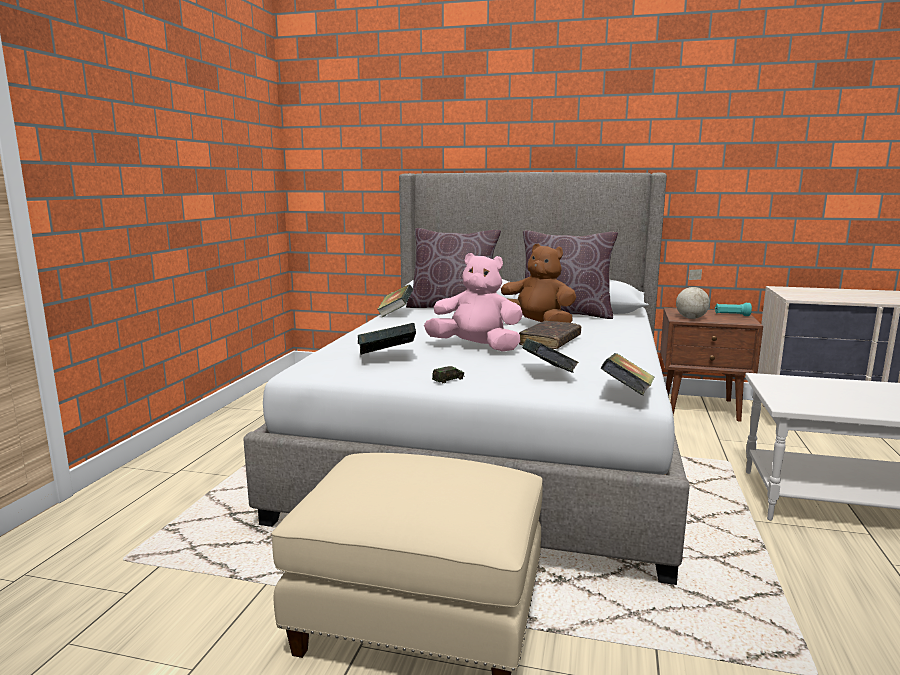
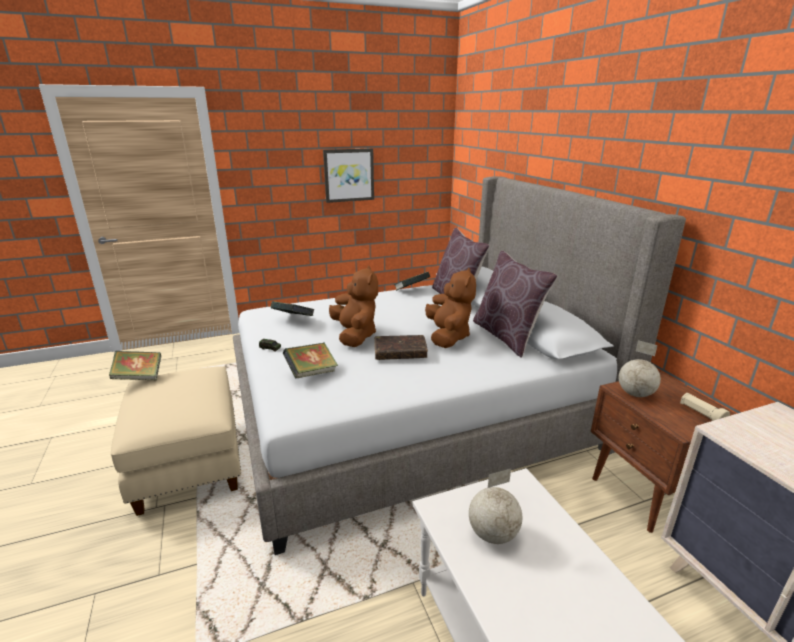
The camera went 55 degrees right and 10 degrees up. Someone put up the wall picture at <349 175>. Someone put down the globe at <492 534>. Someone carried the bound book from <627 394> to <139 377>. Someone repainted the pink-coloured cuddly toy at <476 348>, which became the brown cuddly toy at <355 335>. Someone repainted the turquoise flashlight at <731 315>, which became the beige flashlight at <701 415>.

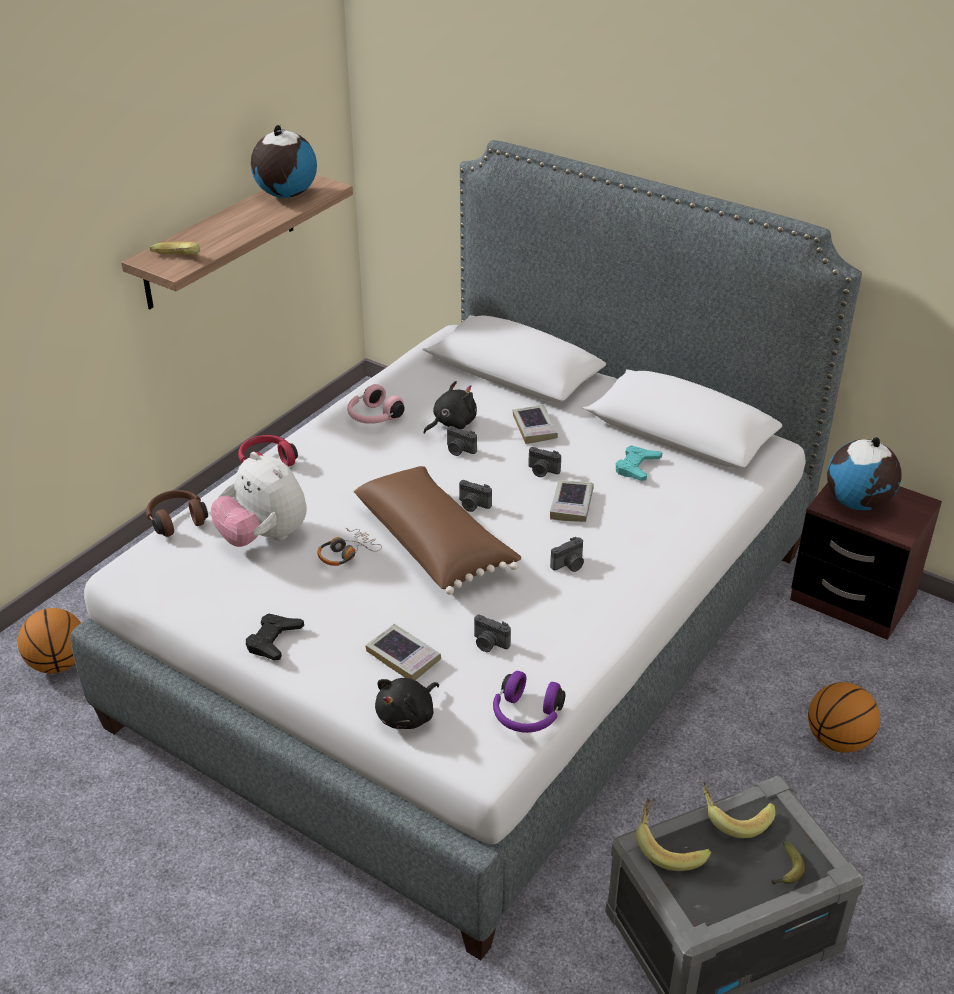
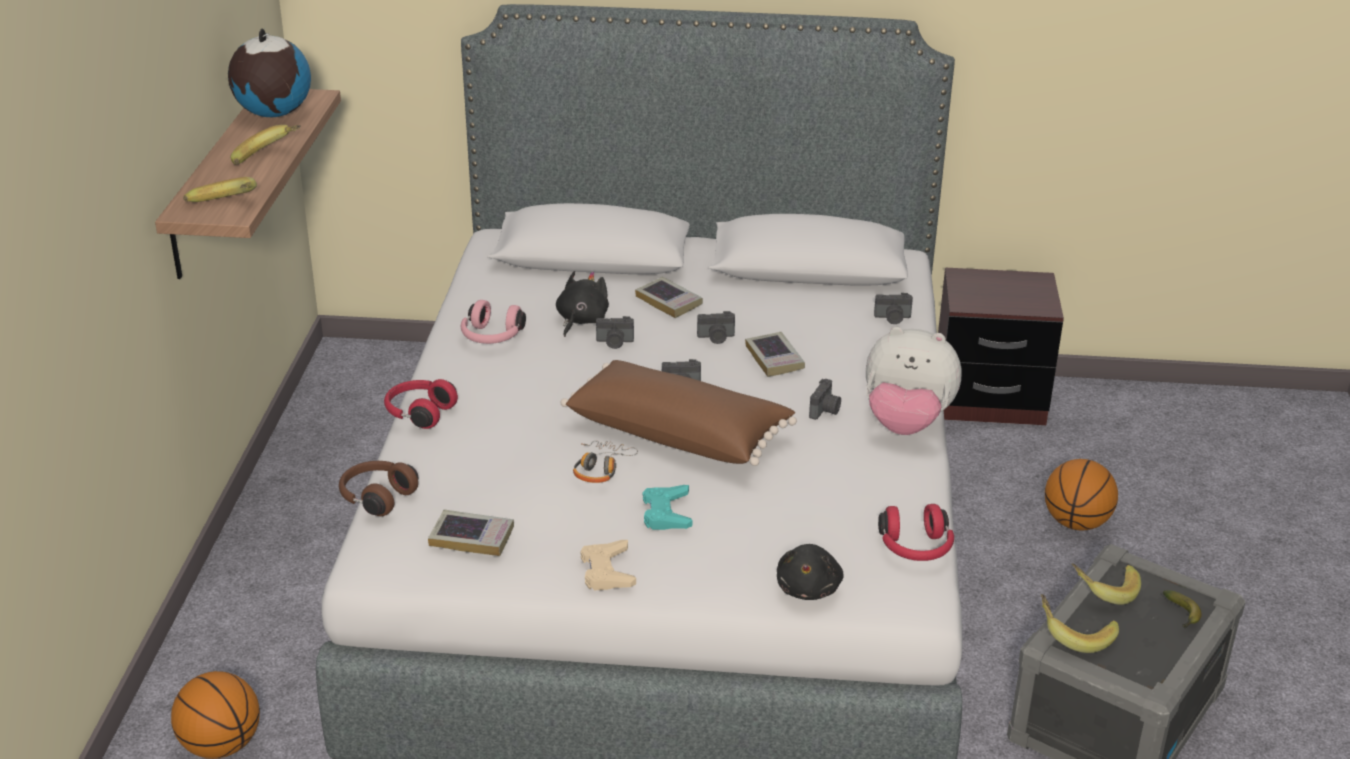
The camera went 30 degrees left and 5 degrees down. Someone took away the globe at <858 503>. Someone put down the banana at <269 159>. Someone carried the cuddly toy from <263 537> to <906 423>. Someone carried the bound book from <403 656> to <472 537>. Someone carried the still camera from <489 644> to <892 318>. Someone carried the turquoise joypad from <637 467> to <666 513>. Someone repainted the black-coloured joypad at <273 640>, which became the beige joypad at <607 571>. Someone repainted the purple-coloured headphones at <526 716>, which became the reddish headphones at <915 548>.

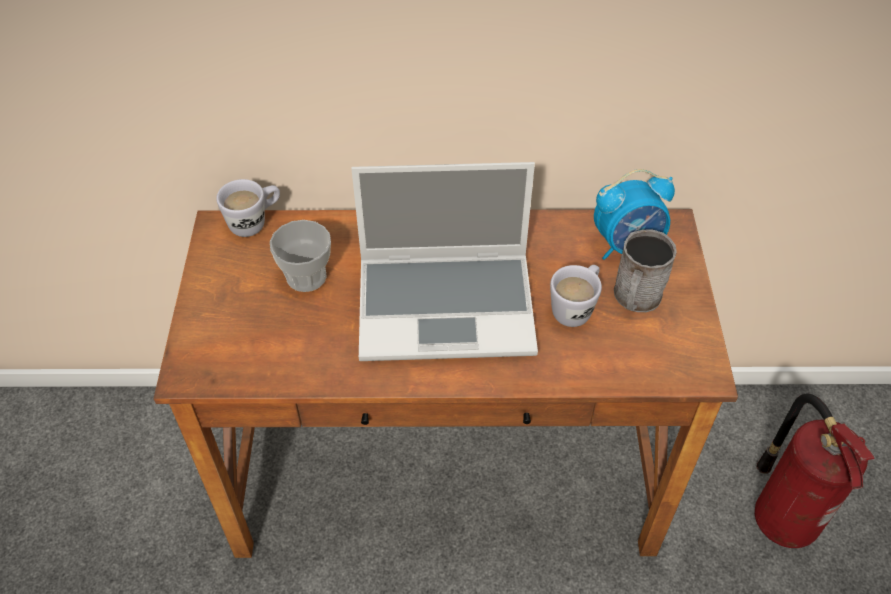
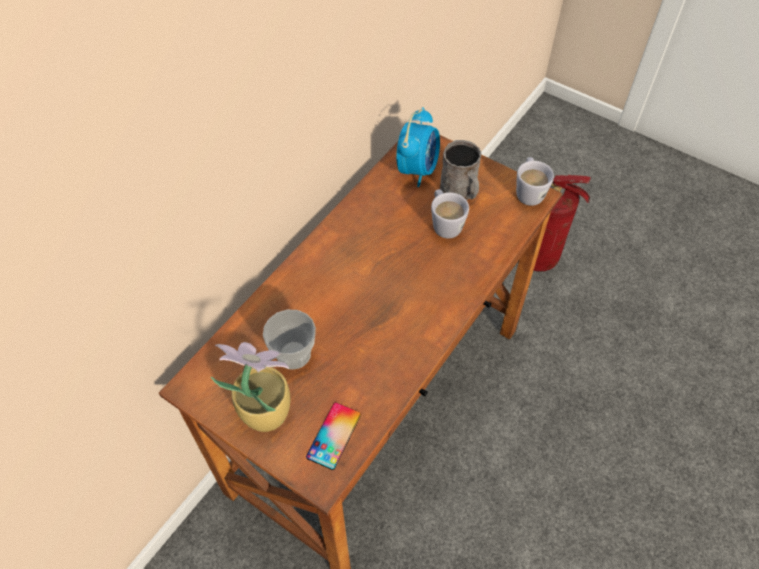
The camera went 55 degrees left and 5 degrees up. Someone took away the laptop at <448 306>. Someone put down the plant in a pot at <264 411>. Someone put down the telephone at <334 435>. Someone carried the white-coloured tea mug from <255 222> to <528 191>.

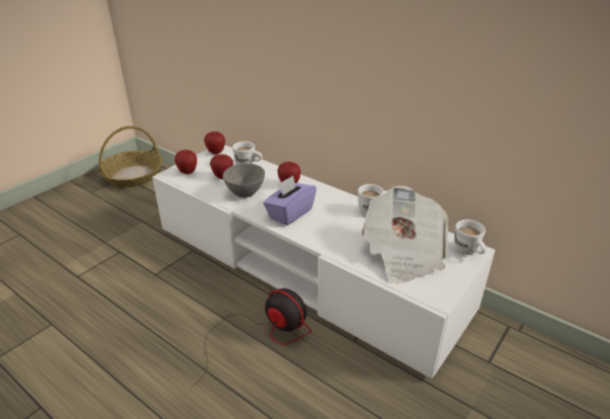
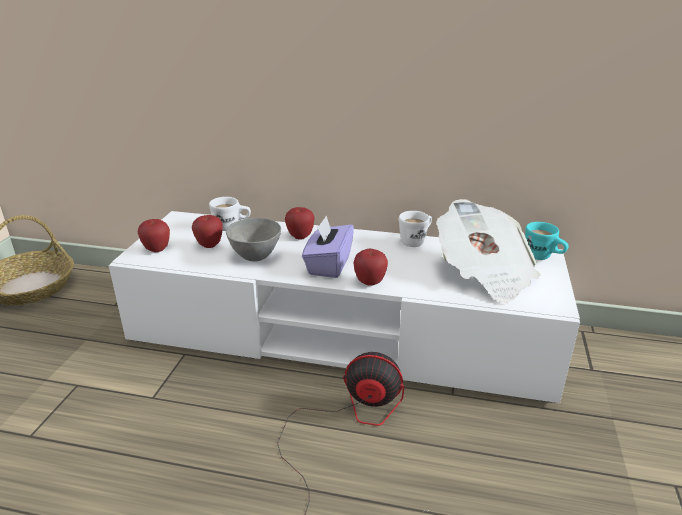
The camera went 25 degrees left and 5 degrees down. Someone carried the apple fruit from <216 153> to <370 283>. Someone repainted the white-coloured tea mug at <468 252>, which became the turquoise tea mug at <543 257>.

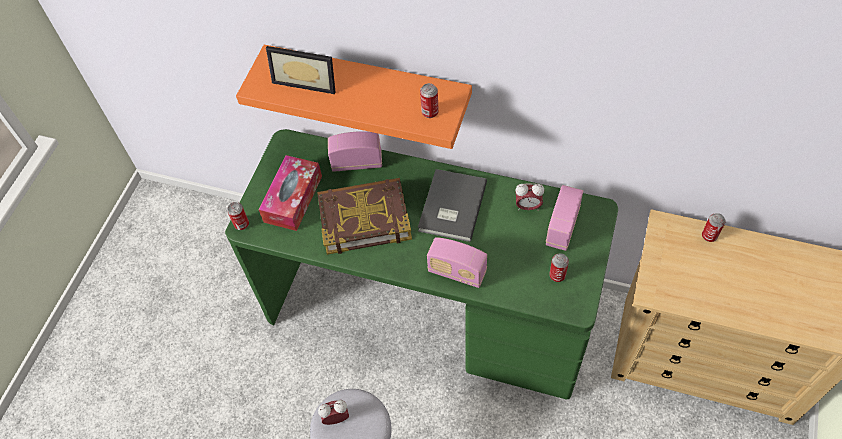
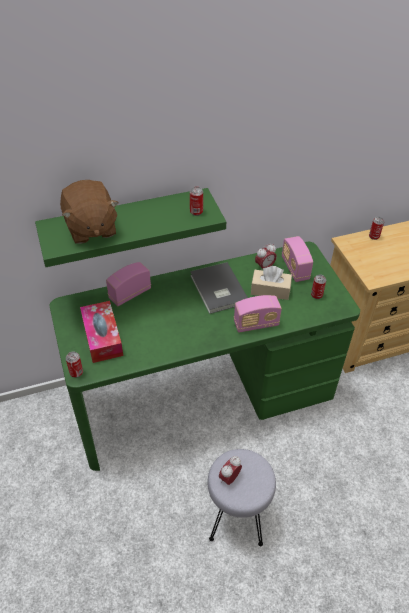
The camera went 40 degrees left and 10 degrees down. Someone took away the bound book at <364 218>. Someone put down the beige tissue box at <270 290>. Someone swapped the photo frame at <307 80> for the brown cuddly toy at <90 228>. Someone repainted the orange-coloured shelf at <368 86>, which became the green-coloured shelf at <126 224>.

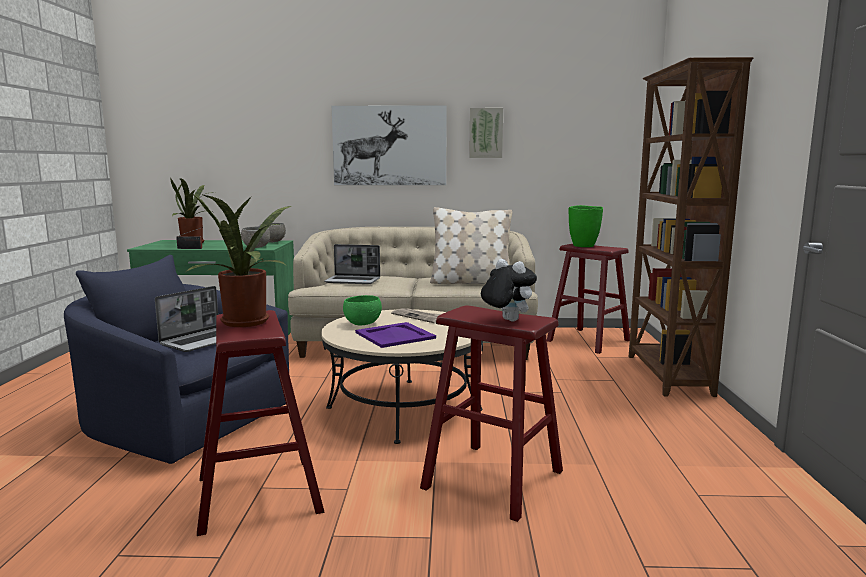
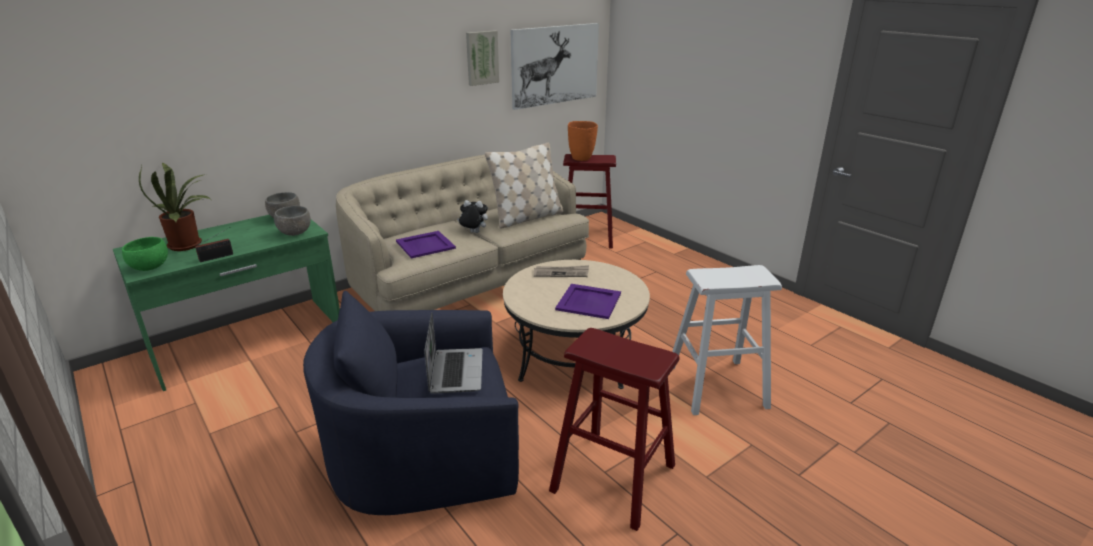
The camera went 40 degrees left and 15 degrees up. Someone took away the plant in a pot at <248 323>. Someone took away the brown shelving unit at <667 375>. Someone carried the wall picture from <389 145> to <555 65>. Someone carried the green-coloured deep dish from <362 324> to <150 267>. Someone carried the cuddly toy from <506 320> to <473 233>. Someone swapped the laptop at <353 281> for the purple-coloured tray at <425 244>. Someone repainted the reddish sitting stool at <493 479>, which became the white-coloured sitting stool at <716 386>. Someone repainted the green-coloured vase at <584 246>, which became the orange-coloured vase at <581 158>.

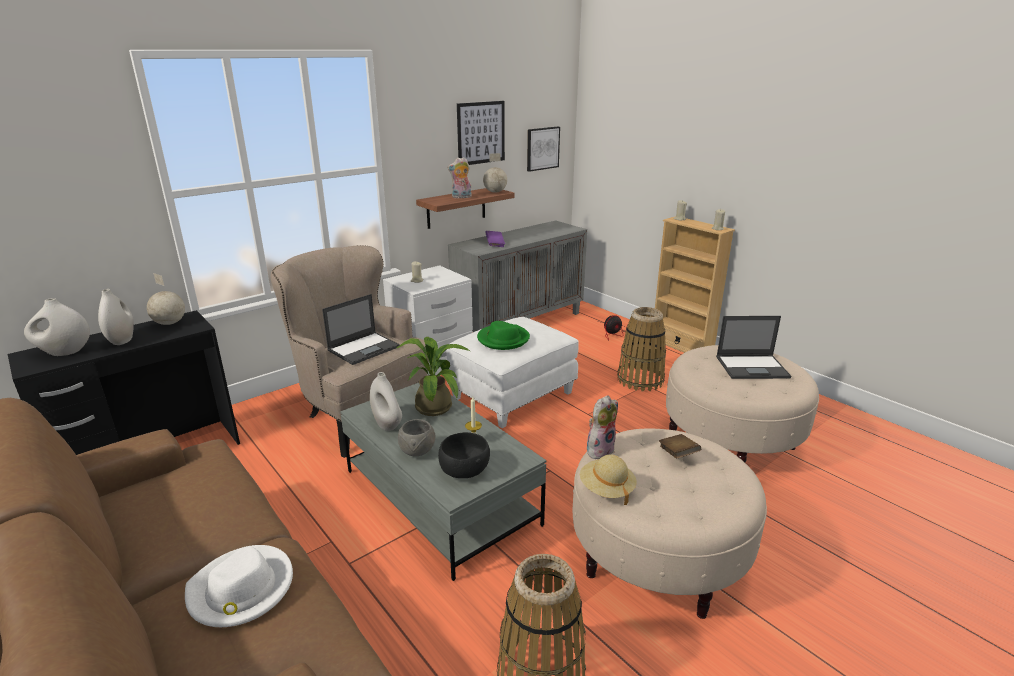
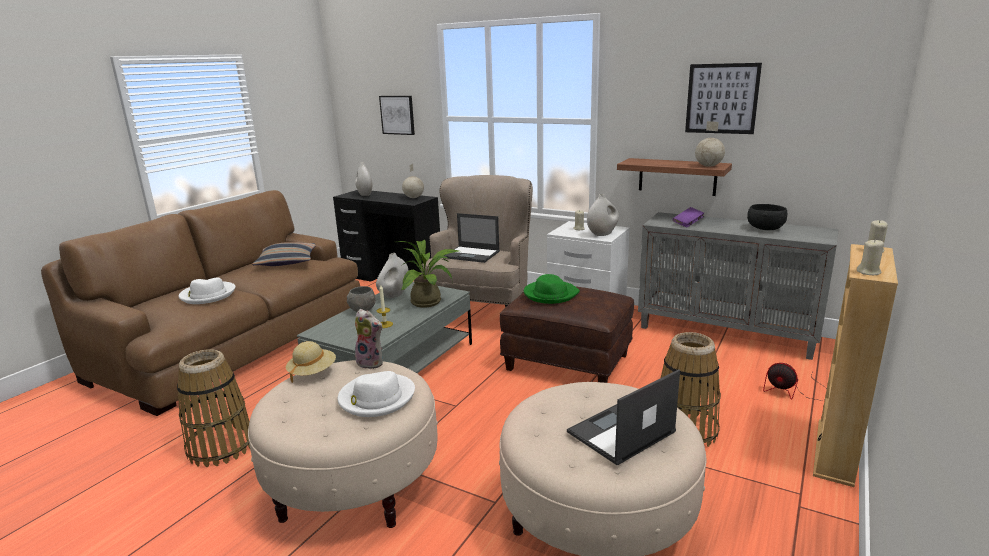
The camera went 70 degrees right and 5 degrees down. Someone took away the cuddly toy at <461 197>. Someone put down the cushion at <287 261>. Someone carried the white-coloured vase from <122 340> to <602 234>. Someone carried the black-coloured deep dish from <464 471> to <765 229>. Someone carried the wall picture from <542 148> to <397 115>. Someone swapped the brown bound book at <678 454> for the white-coloured clothing hat at <376 398>. Someone repainted the white-coloured pouffe at <512 396>, which became the brown pouffe at <566 362>. Someone rotated the laptop at <752 367> by 75 degrees clockwise.

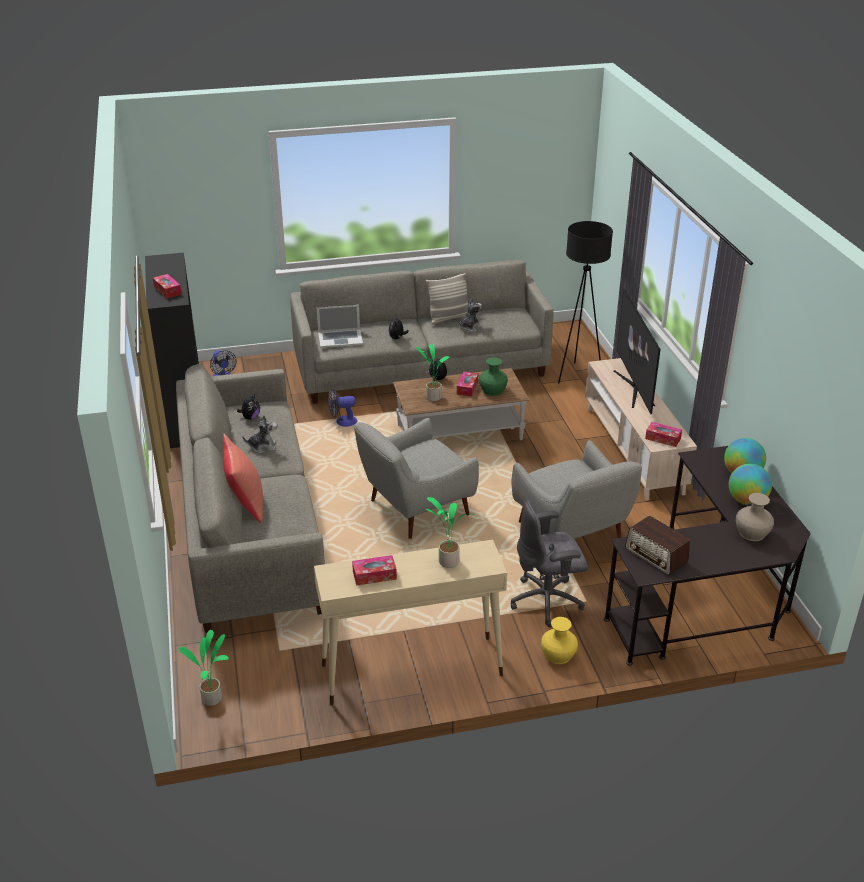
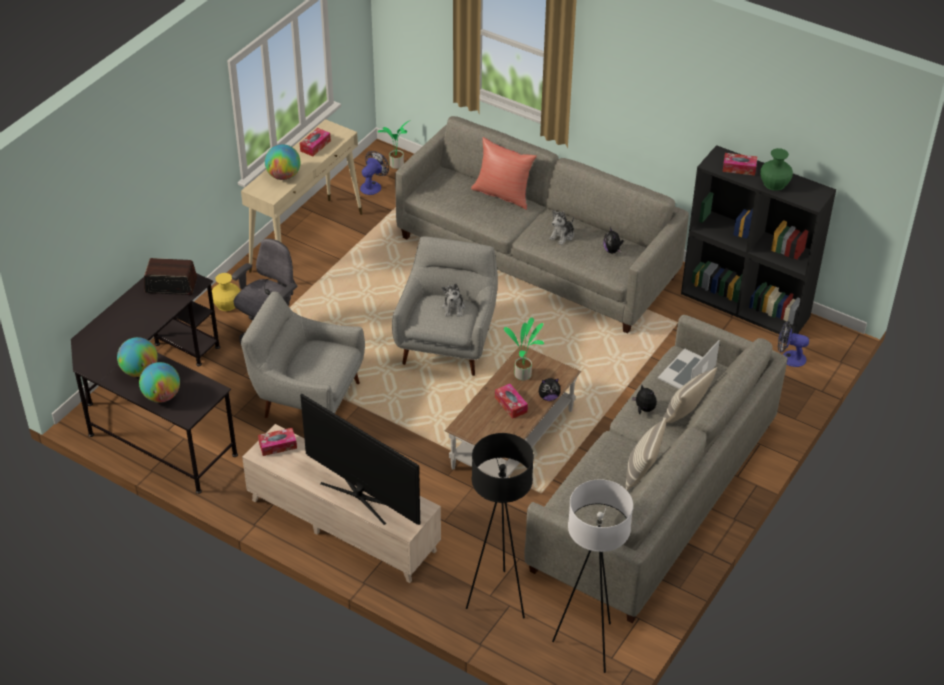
The camera went 135 degrees right and 10 degrees up. Someone took away the beige vase at <752 533>. Someone put down the white-coloured standing lamp at <588 645>. Someone put down the cushion at <685 414>. Someone carried the fan from <342 422> to <373 186>. Someone carried the cuddly toy from <469 327> to <453 308>. Someone carried the green-coloured vase from <492 390> to <774 183>. Someone swapped the plant in a pot at <447 562> for the globe at <283 176>.

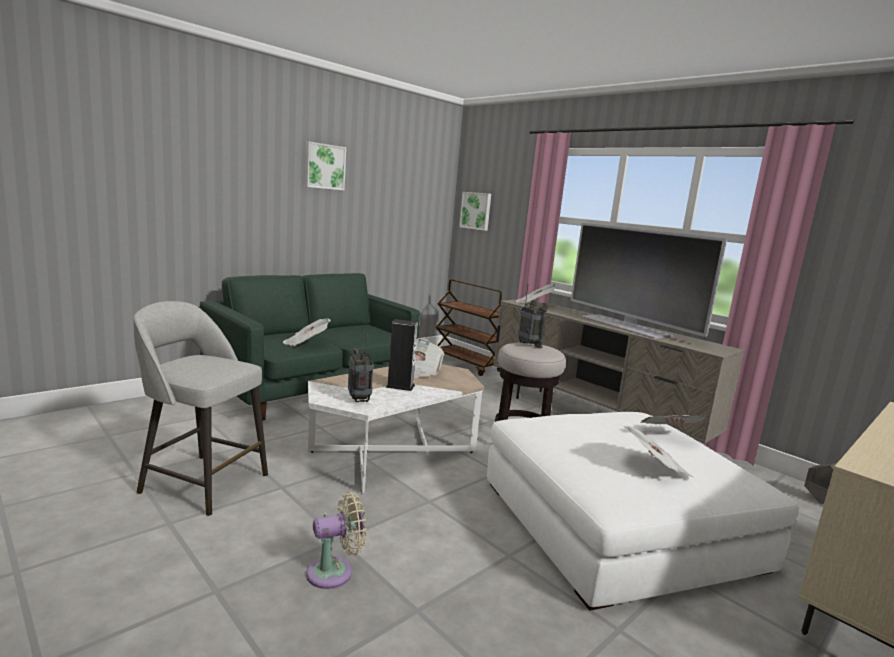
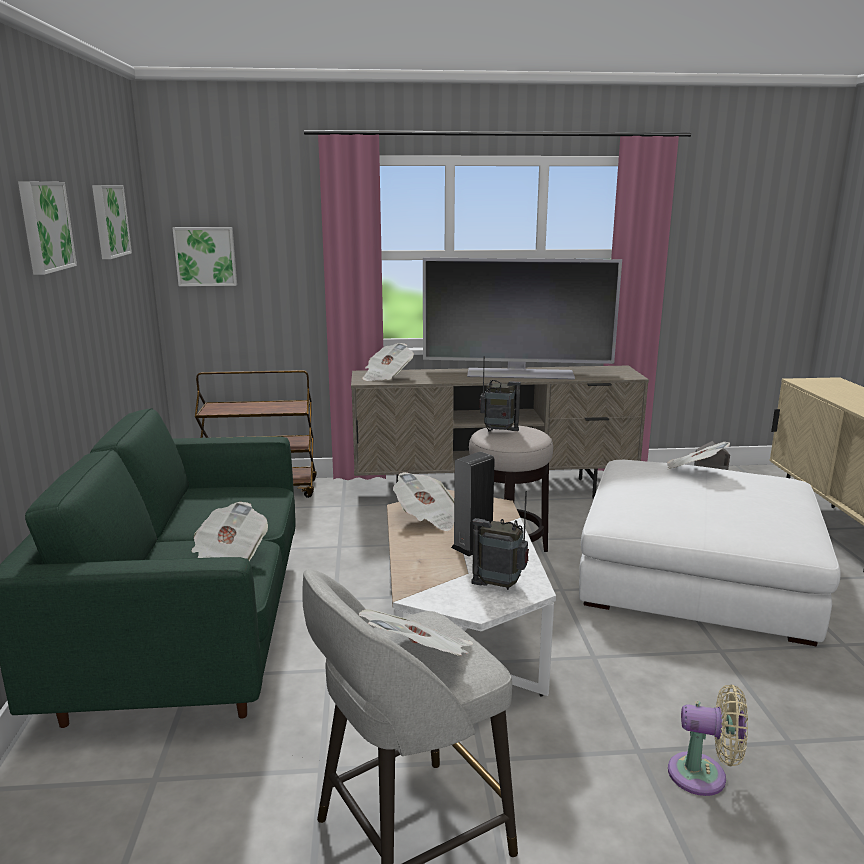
The camera went 50 degrees left and 5 degrees up. Someone put up the wall picture at <108 221>. Someone carried the newspaper from <654 468> to <420 659>. Someone rotated the beige fan at <335 572> by 90 degrees clockwise.

